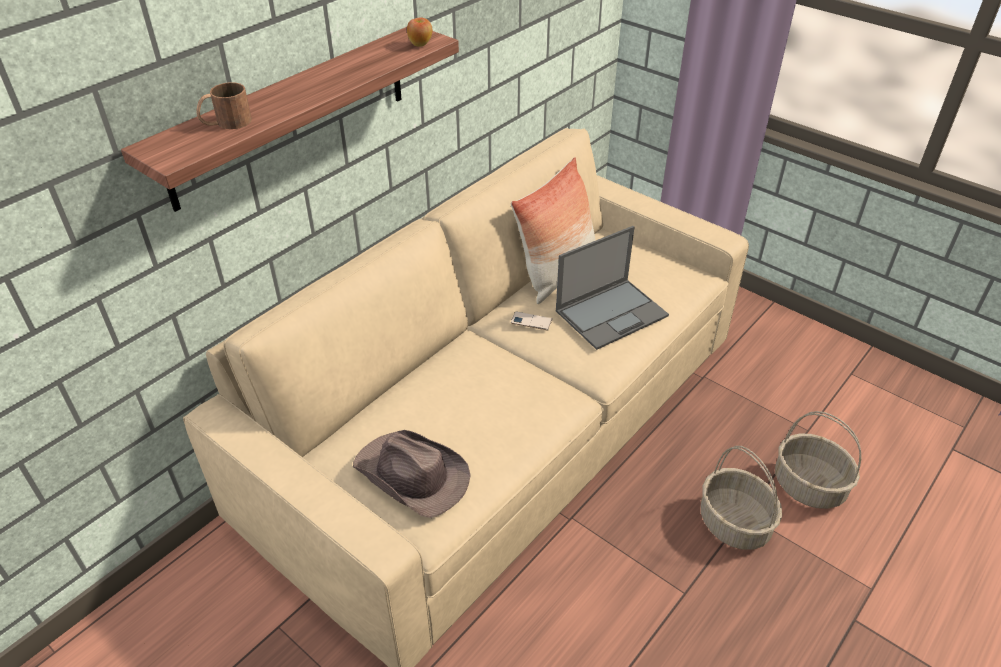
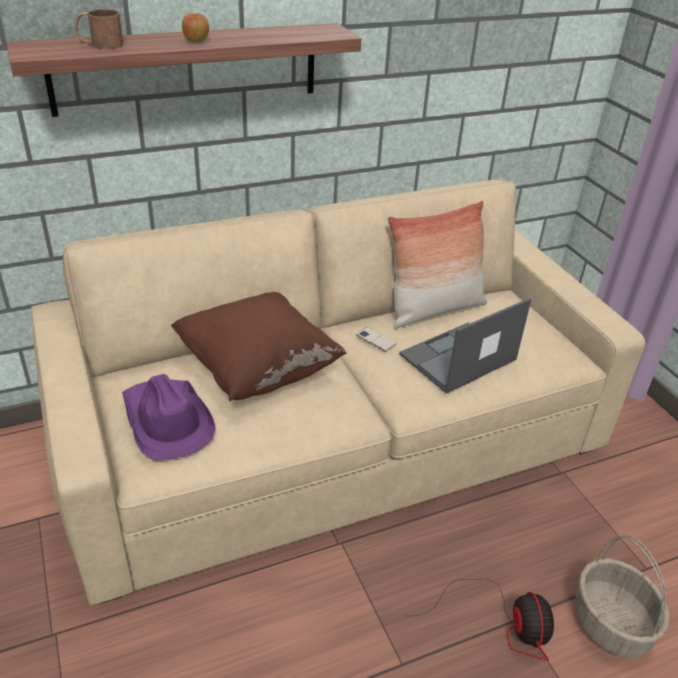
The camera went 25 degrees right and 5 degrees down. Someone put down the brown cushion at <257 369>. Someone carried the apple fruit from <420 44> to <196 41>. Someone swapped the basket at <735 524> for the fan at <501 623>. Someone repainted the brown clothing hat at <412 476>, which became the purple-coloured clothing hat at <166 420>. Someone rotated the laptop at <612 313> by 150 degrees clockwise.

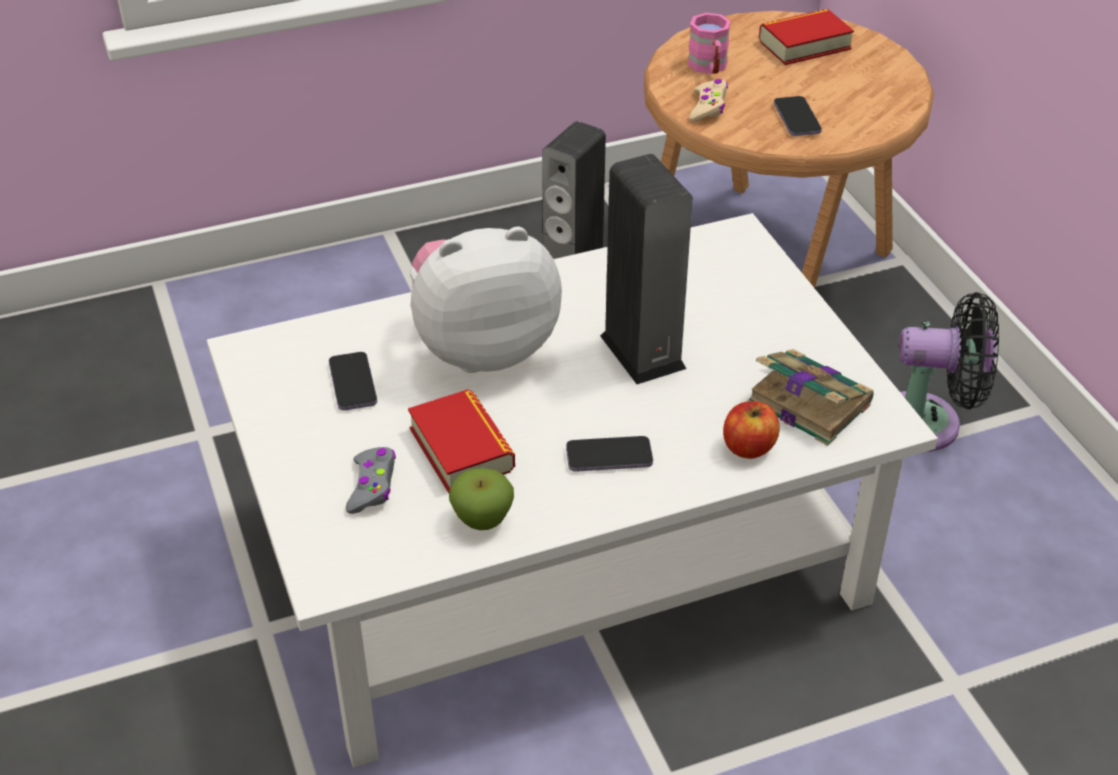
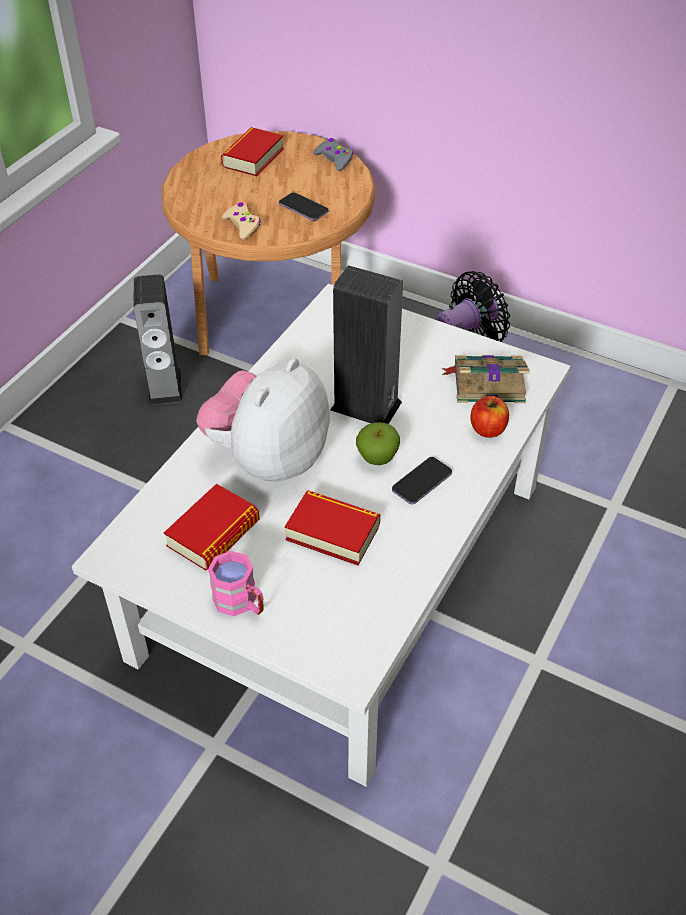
The camera went 40 degrees left and 5 degrees up. Someone carried the gray joypad from <372 486> to <334 159>. Someone carried the apple fruit from <482 520> to <377 458>. Someone carried the pink-coloured tea mug from <709 68> to <241 603>. Someone swapped the telephone at <353 383> for the bound book at <213 533>.

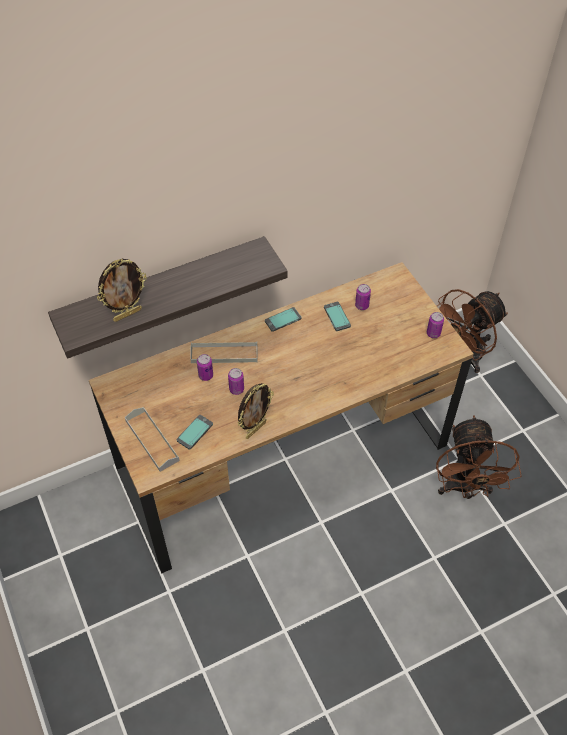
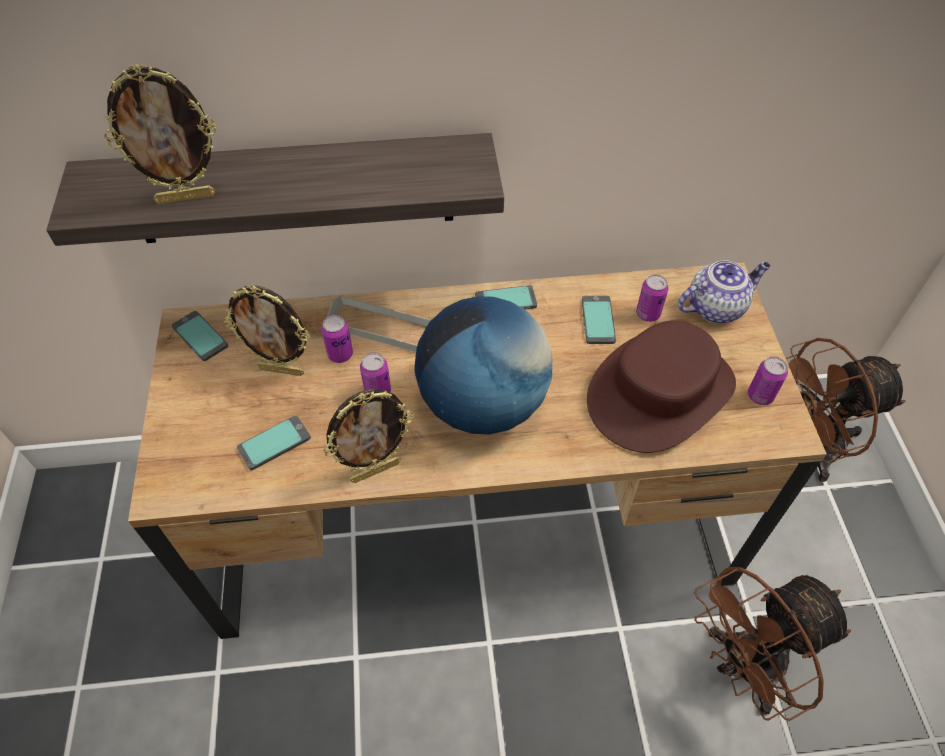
The camera went 20 degrees right and 0 degrees up. Someone took away the gray tray at <152 440>. Someone put down the telephone at <200 337>. Someone put down the photo frame at <281 370>. Someone put down the globe at <482 404>. Someone put down the brown clothing hat at <659 391>. Someone put down the teapot at <716 307>. Someone rotated the brown fan at <464 488> by 45 degrees clockwise.

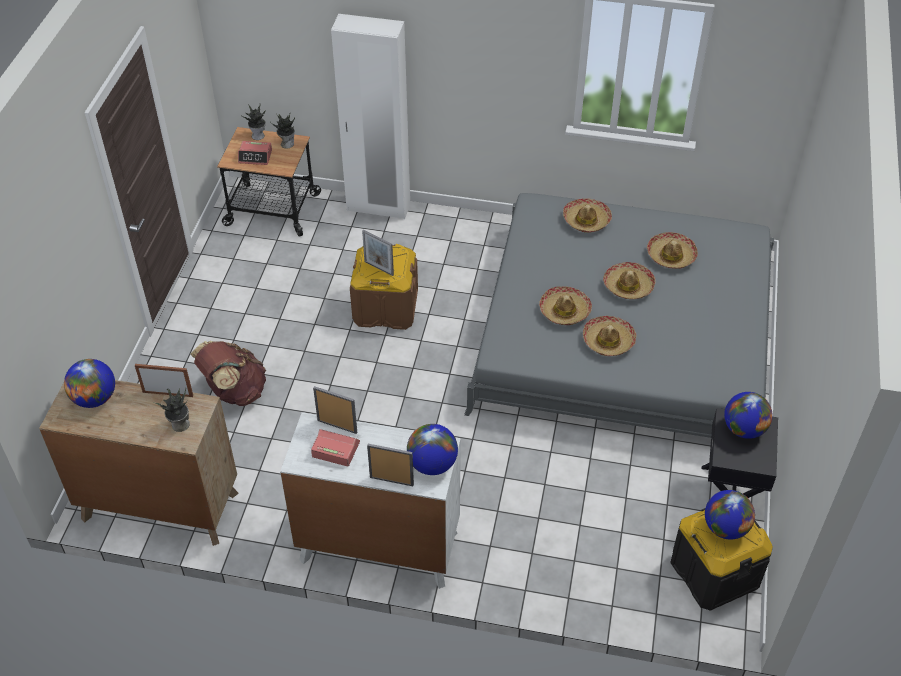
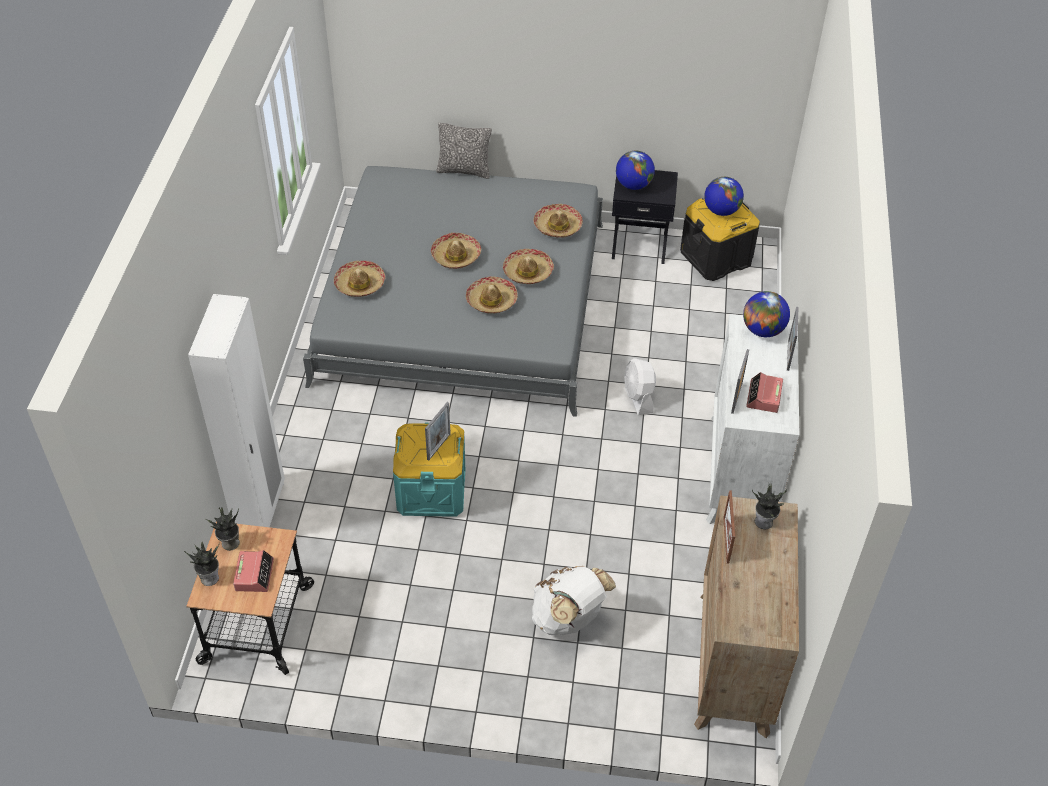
The camera went 95 degrees left and 0 degrees up. Someone took away the globe at <95 398>. Someone put down the cushion at <464 170>. Someone put down the white-coloured fan at <638 397>. Someone carried the clothing hat from <671 255> to <558 226>. Someone repainted the brown rucksack at <234 392>, which became the white-coloured rucksack at <568 618>. Someone repainted the brown storage container at <386 307>, which became the turquoise storage container at <431 490>.

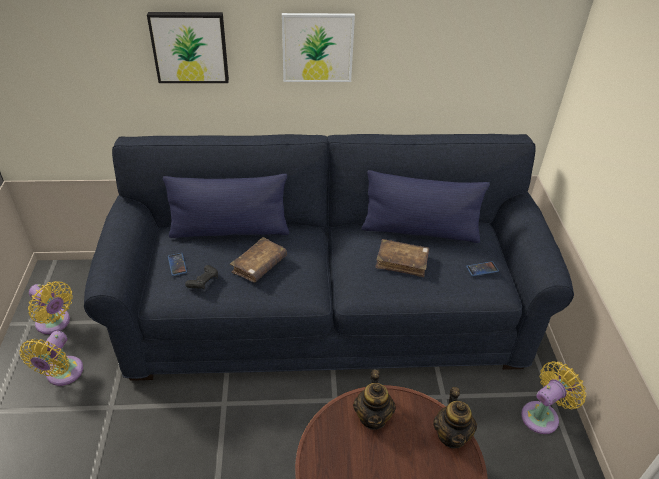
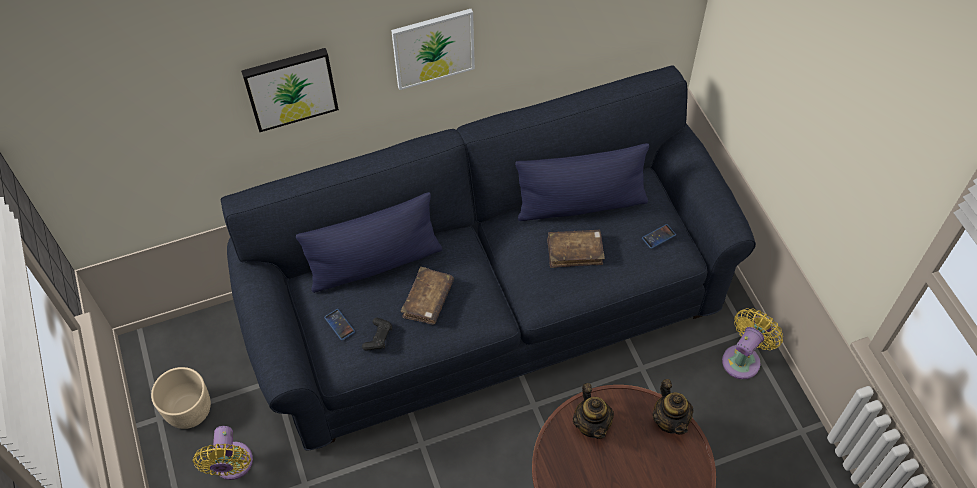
The camera went 15 degrees left and 15 degrees up. Someone swapped the yellow-coloured fan at <55 323> for the beige flower pot at <189 409>.

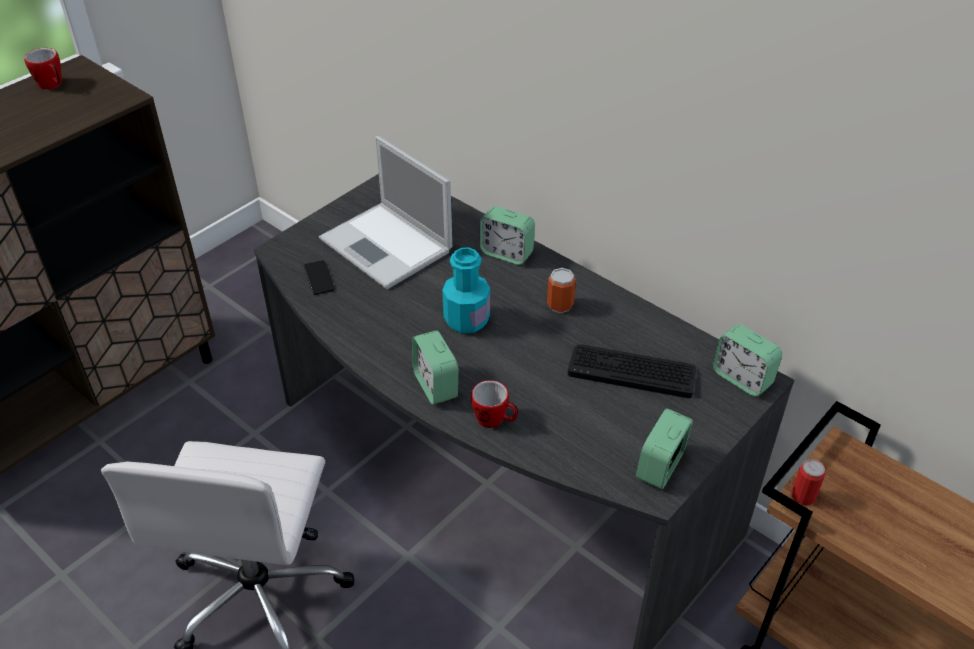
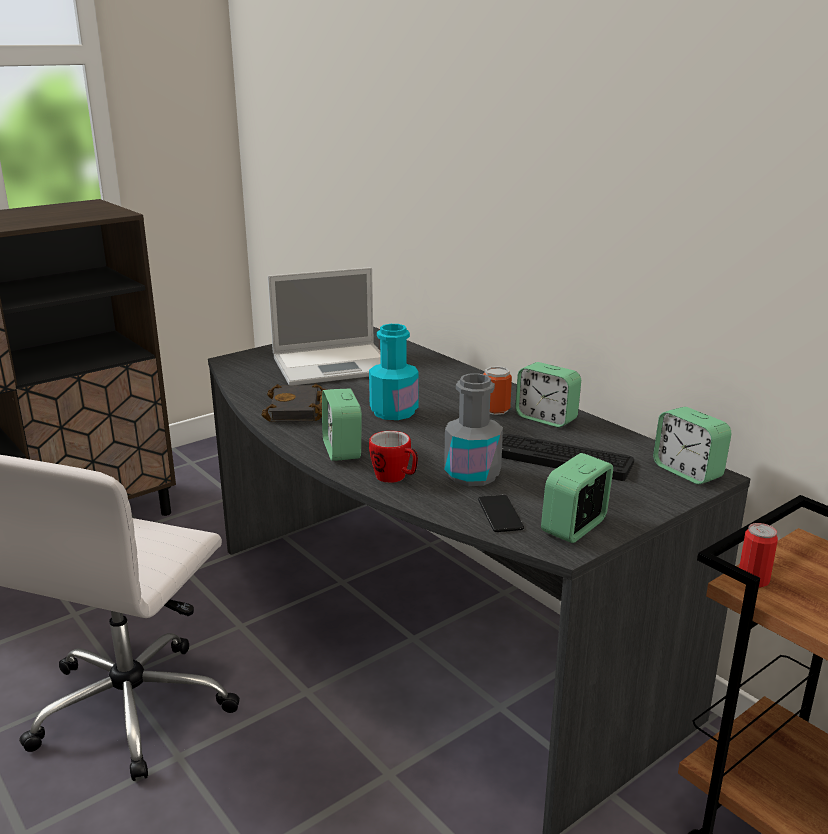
The camera went 10 degrees right and 20 degrees down. Someone took away the tea mug at <53 85>. Someone put down the black-coloured bound book at <298 410>. Someone put down the gray bottle at <472 475>. Someone carried the telephone from <319 278> to <500 514>. Someone carried the bedside clock from <506 253> to <546 418>. Someone rotated the laptop at <387 246> by 75 degrees counterclockwise.

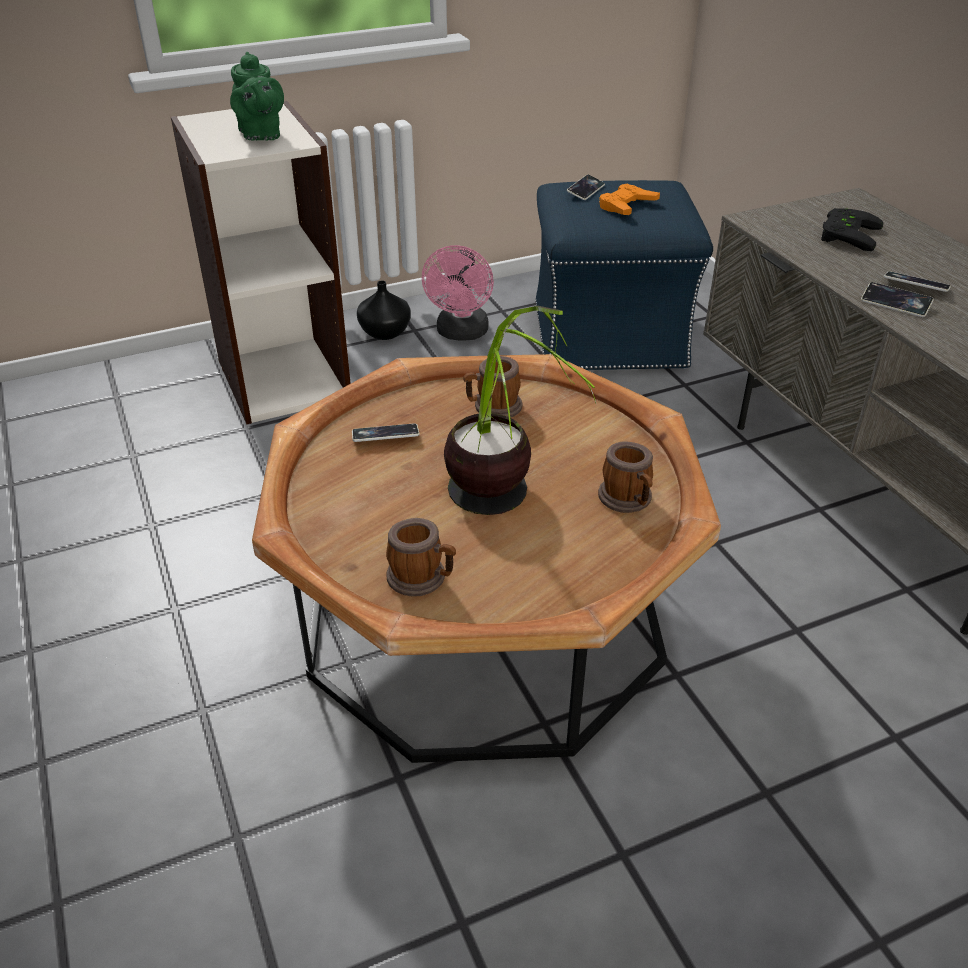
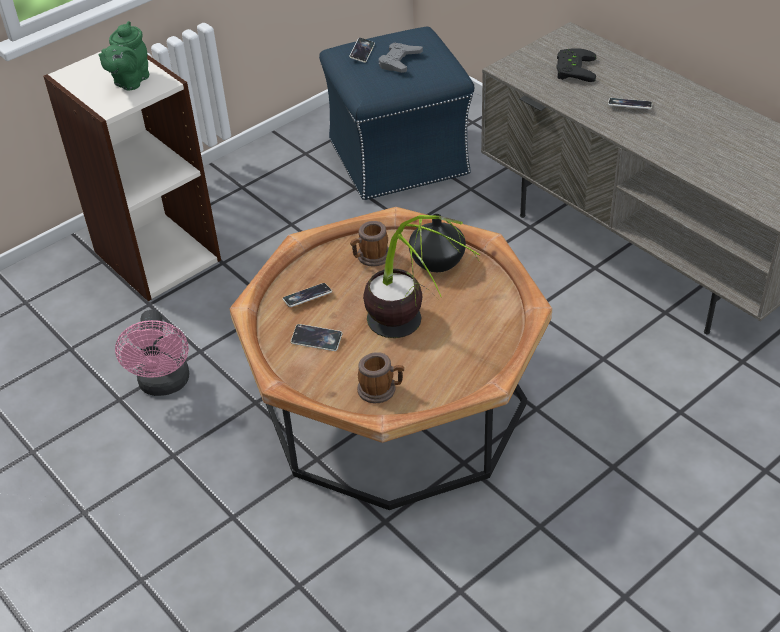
The camera went 15 degrees left and 5 degrees up. Someone took away the tea mug at <628 500>. Someone carried the black-coloured vase from <386 332> to <438 261>. Someone carried the pink-coloured fan from <461 333> to <164 385>. Someone carried the telephone from <895 303> to <316 340>. Someone repainted the orange-coloured joypad at <626 205>, which became the gray joypad at <399 61>. Someone rotated the green-coloured teapot at <260 135> by 60 degrees clockwise.

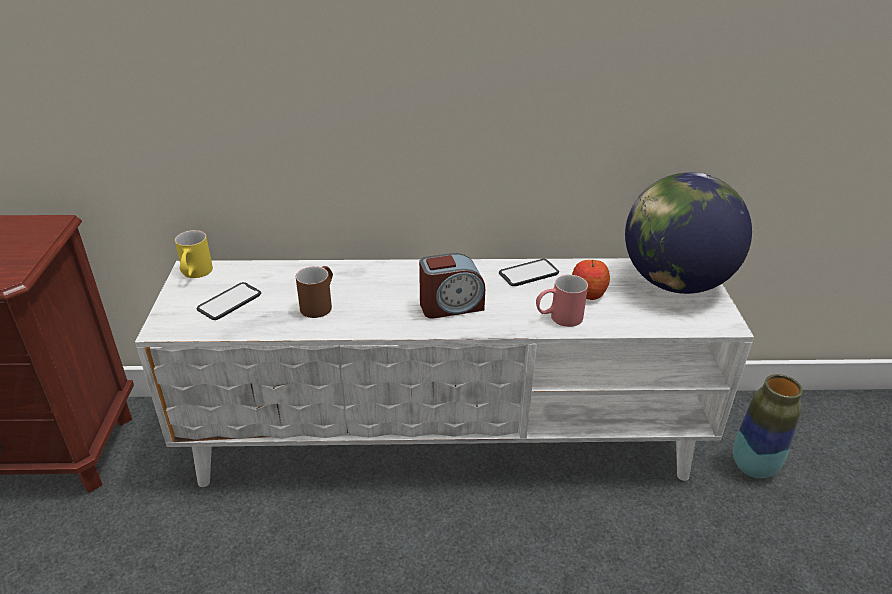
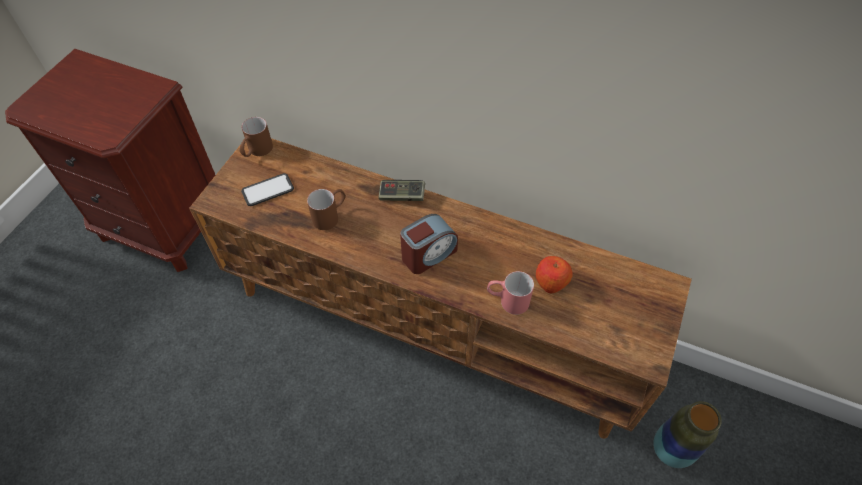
The camera went 25 degrees right and 20 degrees up. Someone took away the telephone at <528 273>. Someone took away the globe at <675 283>. Someone put down the joypad at <402 196>. Someone repainted the white-coloured tv unit at <446 441>, which became the brown tv unit at <433 324>. Someone repainted the yellow-coloured tea mug at <195 274>, which became the brown tea mug at <257 152>. Someone rotated the bedside clock at <451 306> by 45 degrees counterclockwise.

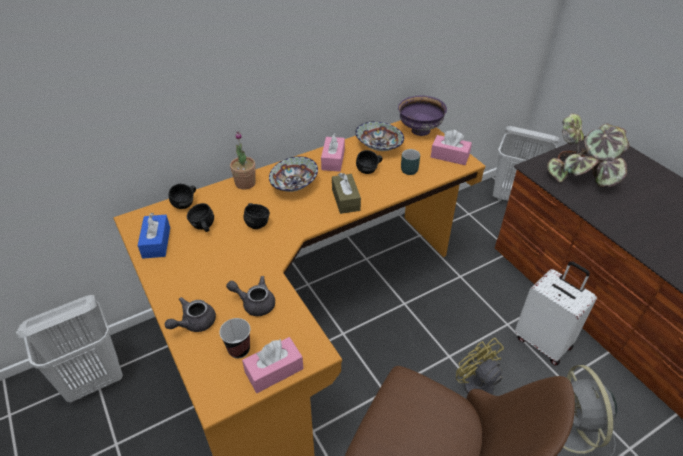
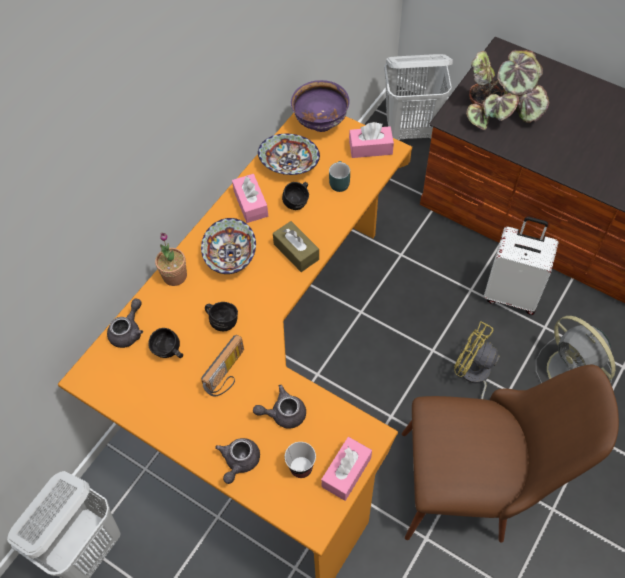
The camera went 25 degrees left and 15 degrees up. Someone took away the blue tissue box at <156 242>. Someone put down the radio receiver at <228 374>. Someone swapped the black-coloured tea mug at <186 204> for the gray teapot at <128 331>.

